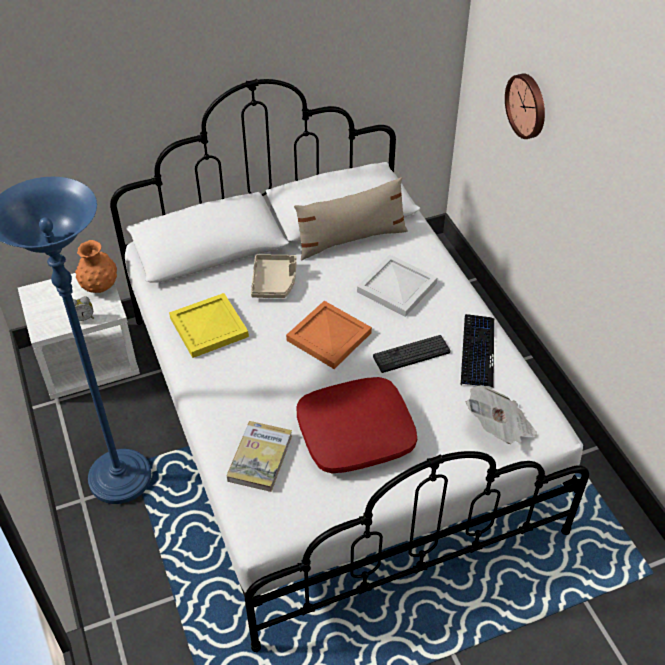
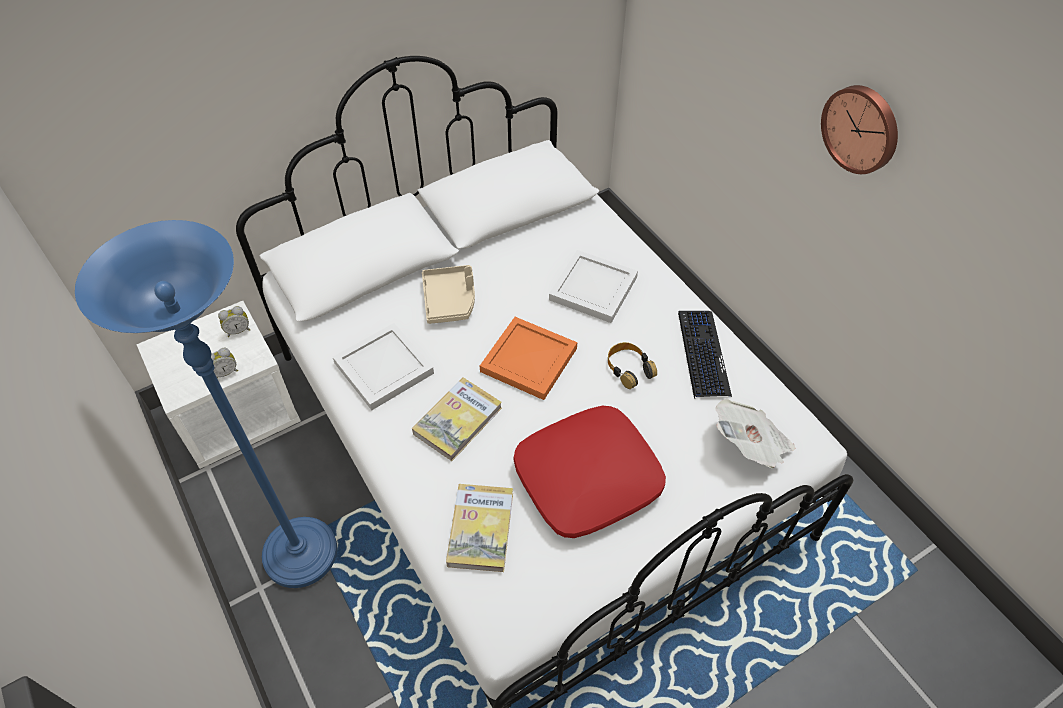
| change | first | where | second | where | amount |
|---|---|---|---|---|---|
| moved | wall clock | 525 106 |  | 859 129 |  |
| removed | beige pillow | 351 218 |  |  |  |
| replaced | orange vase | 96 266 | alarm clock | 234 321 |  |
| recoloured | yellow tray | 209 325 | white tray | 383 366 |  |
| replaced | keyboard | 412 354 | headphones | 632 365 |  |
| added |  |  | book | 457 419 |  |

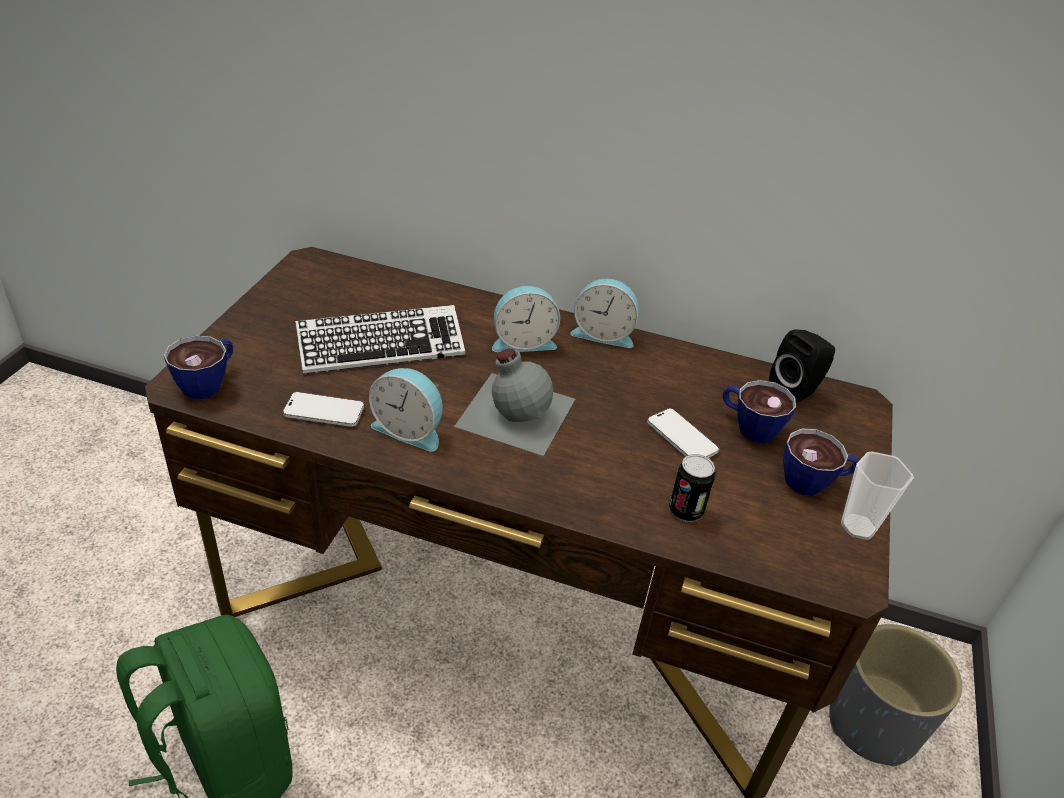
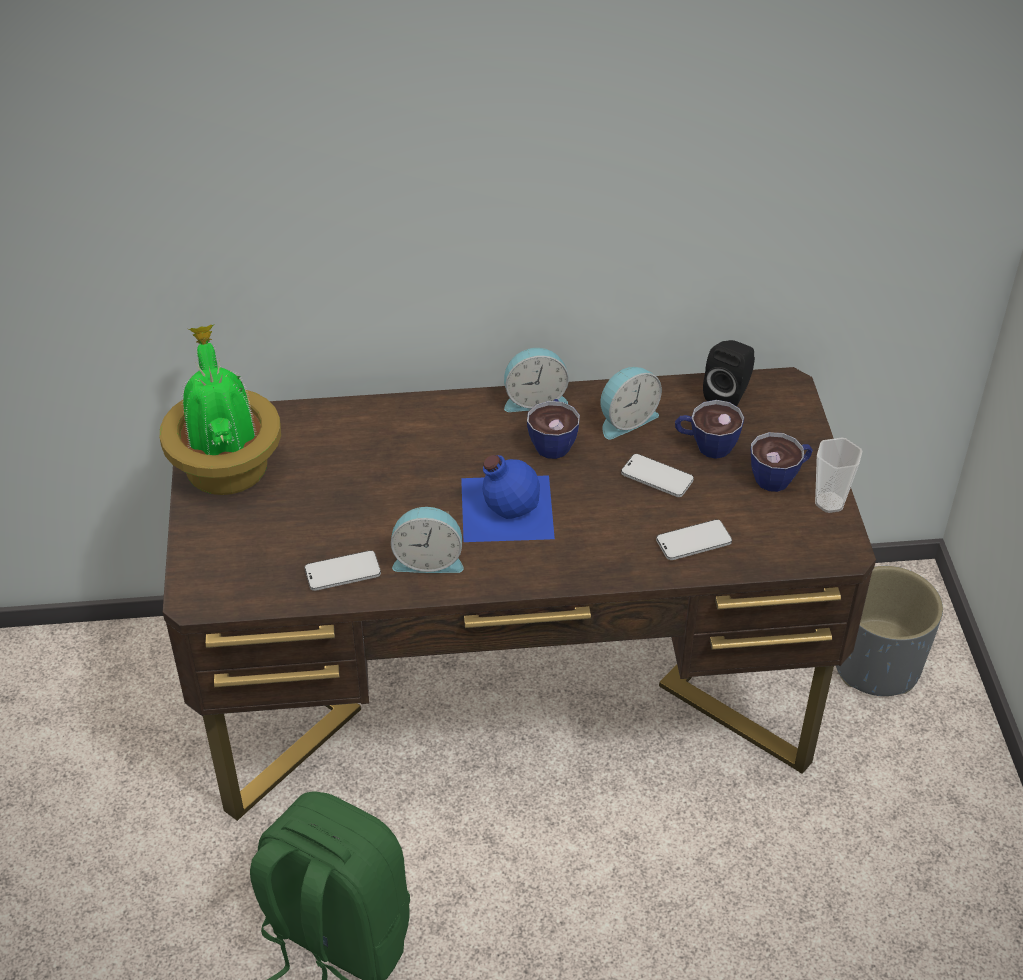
| change | first | where | second | where | amount |
|---|---|---|---|---|---|
| moved | alarm clock | 526 319 |  | 631 403 |  |
| removed | keyboard | 380 339 |  |  |  |
| moved | cup | 198 367 |  | 553 429 |  |
| recoloured | grey bottle | 514 402 | blue bottle | 508 498 |  |
| replaced | can | 692 488 | phone | 694 539 |  |
| added |  |  | potted plant | 220 410 |  |

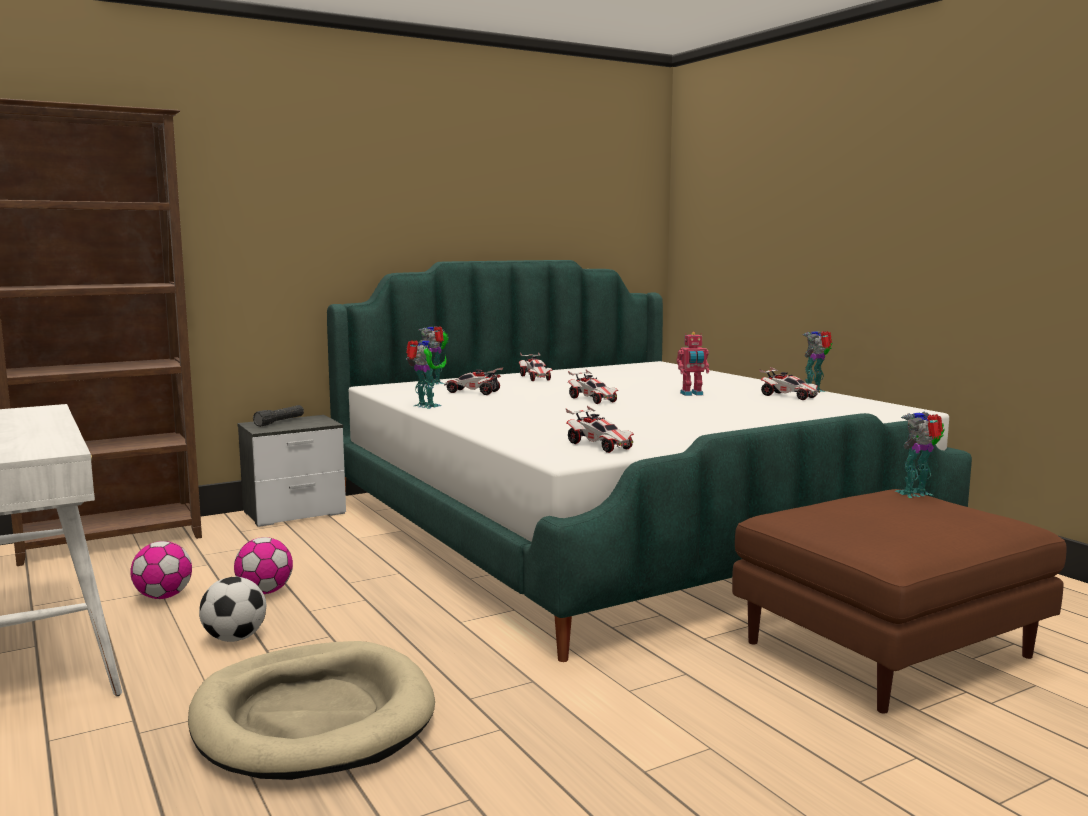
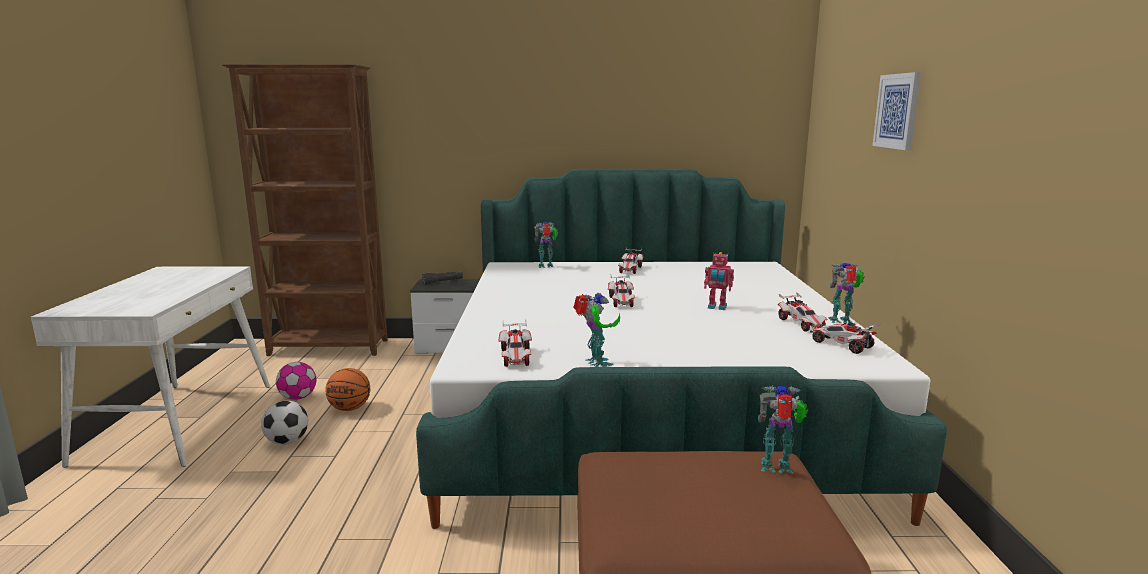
| change | first | where | second | where | amount |
|---|---|---|---|---|---|
| moved | toy robot | 426 374 |  | 596 330 |  |
| moved | toy car | 474 381 |  | 845 338 |  |
| replaced | football | 263 565 | basketball | 347 389 |  |
| removed | beige dog bed | 311 710 |  |  |  |
| added |  |  | picture | 896 111 |  |

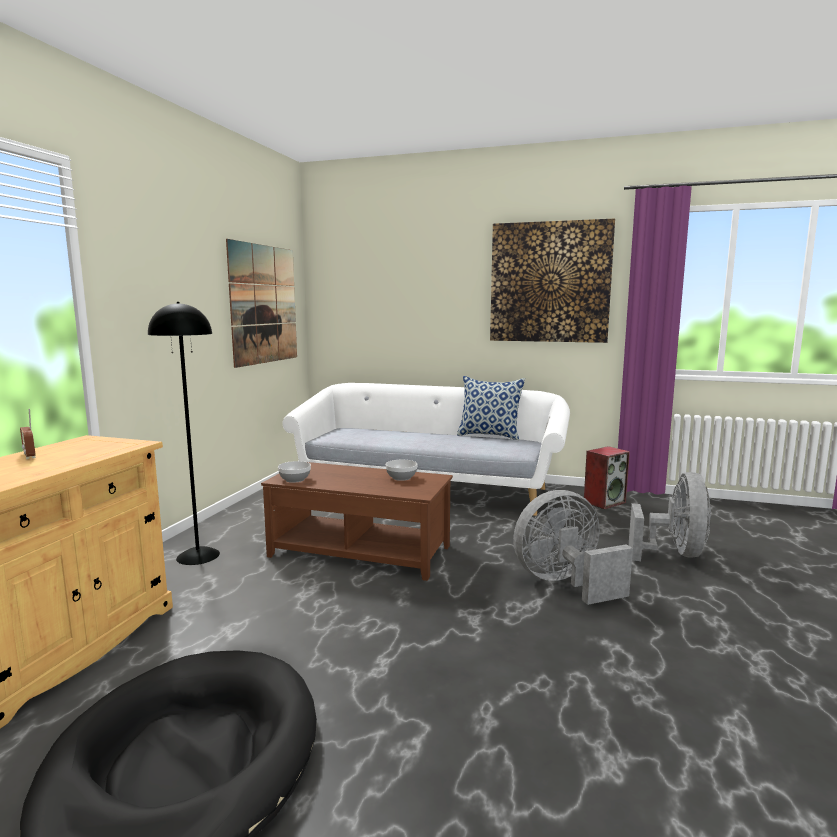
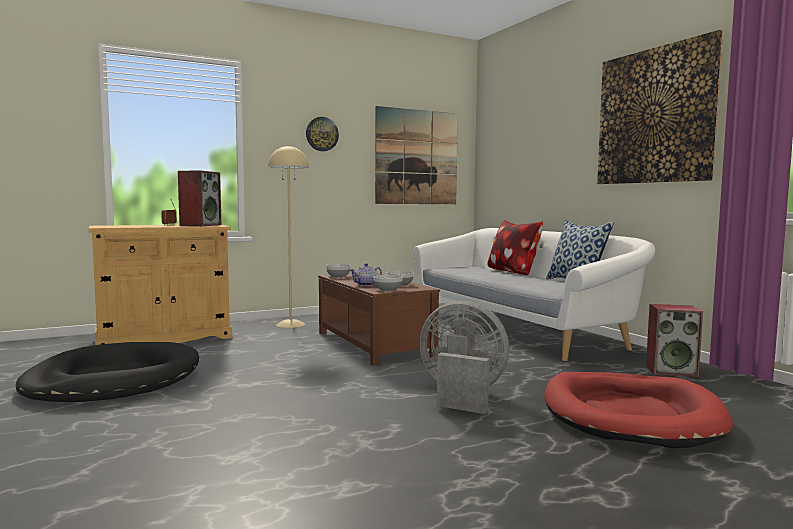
| change | first | where | second | where | amount |
|---|---|---|---|---|---|
| recoloured | black floor lamp | 184 433 | beige floor lamp | 288 236 |  |
| replaced | grey fan | 670 516 | red dog bed | 638 410 |  |
| added |  |  | wall clock | 322 134 |  |
| added |  |  | speaker | 200 198 |  |
| added |  |  | pillow | 515 247 |  |
| added |  |  | teapot | 366 274 |  |
| added |  |  | bowl | 388 283 |  |

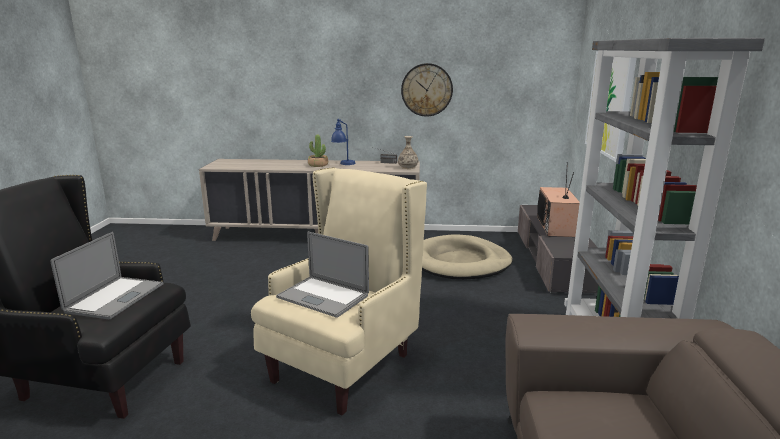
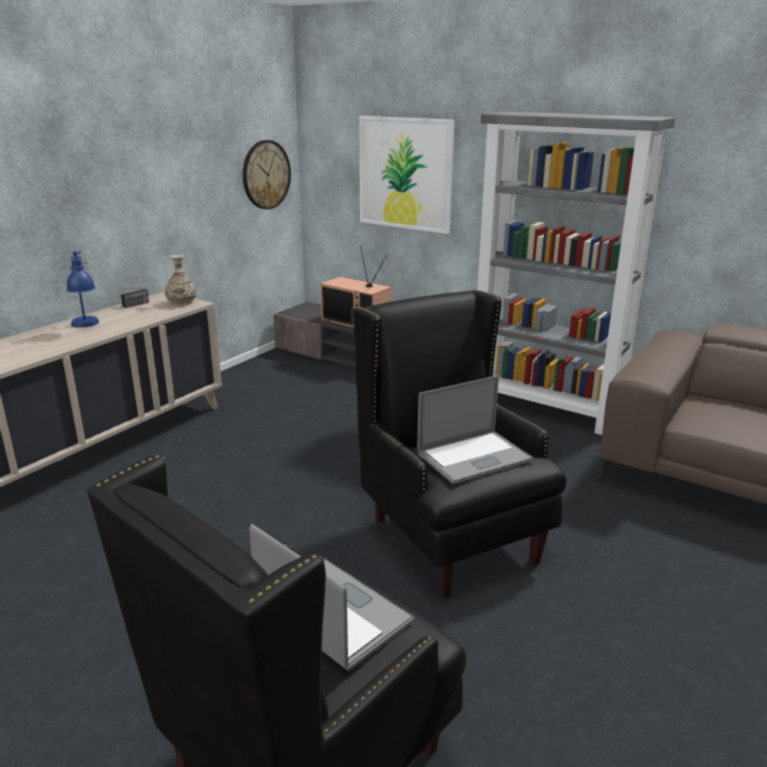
| change | first | where | second | where | amount |
|---|---|---|---|---|---|
| moved | wall clock | 427 90 |  | 267 174 |  |
| removed | potted plant | 318 150 |  |  |  |
| recoloured | beige armchair | 339 291 | black armchair | 459 444 |  |
| removed | beige dog bed | 467 257 |  |  |  |

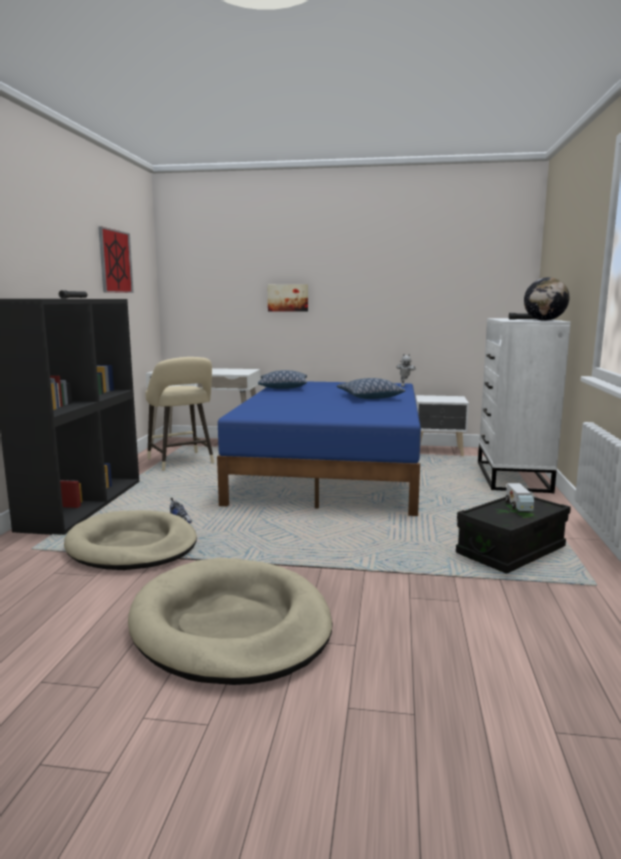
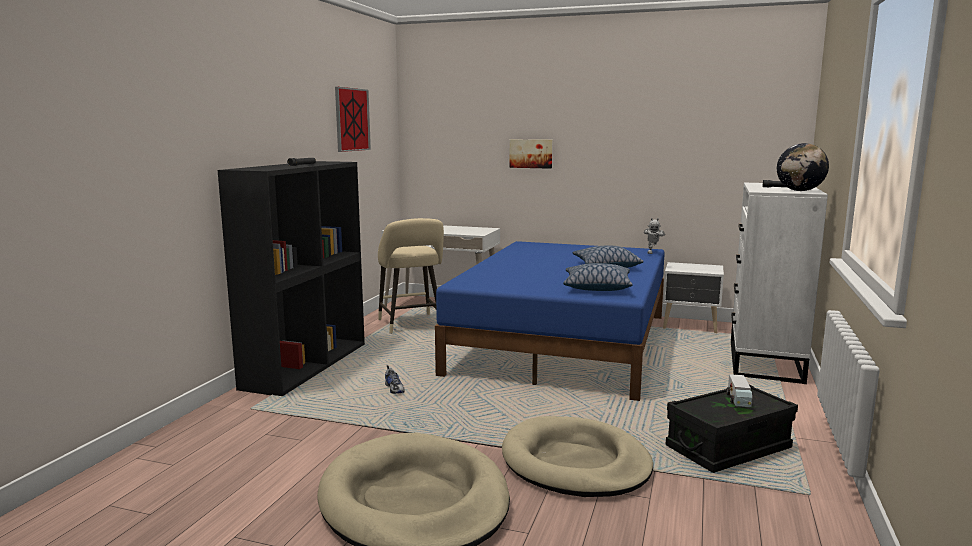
| change | first | where | second | where | amount |
|---|---|---|---|---|---|
| moved | pillow | 282 379 |  | 597 277 |  |
| moved | beige dog bed | 130 540 |  | 577 456 |  |

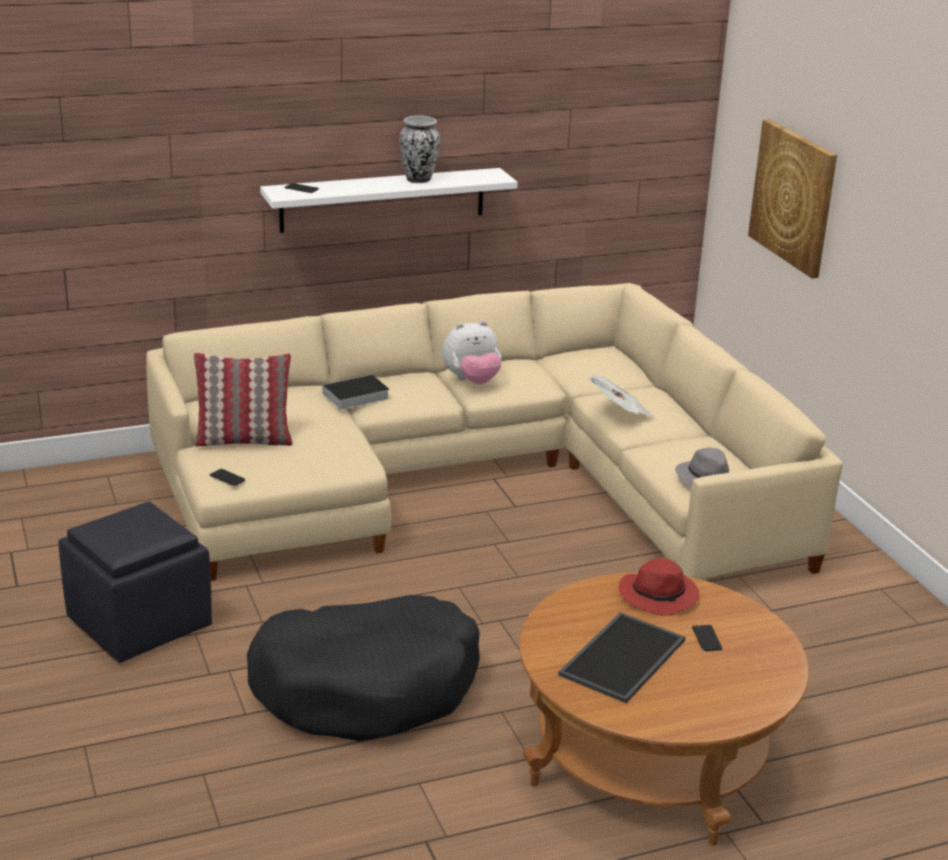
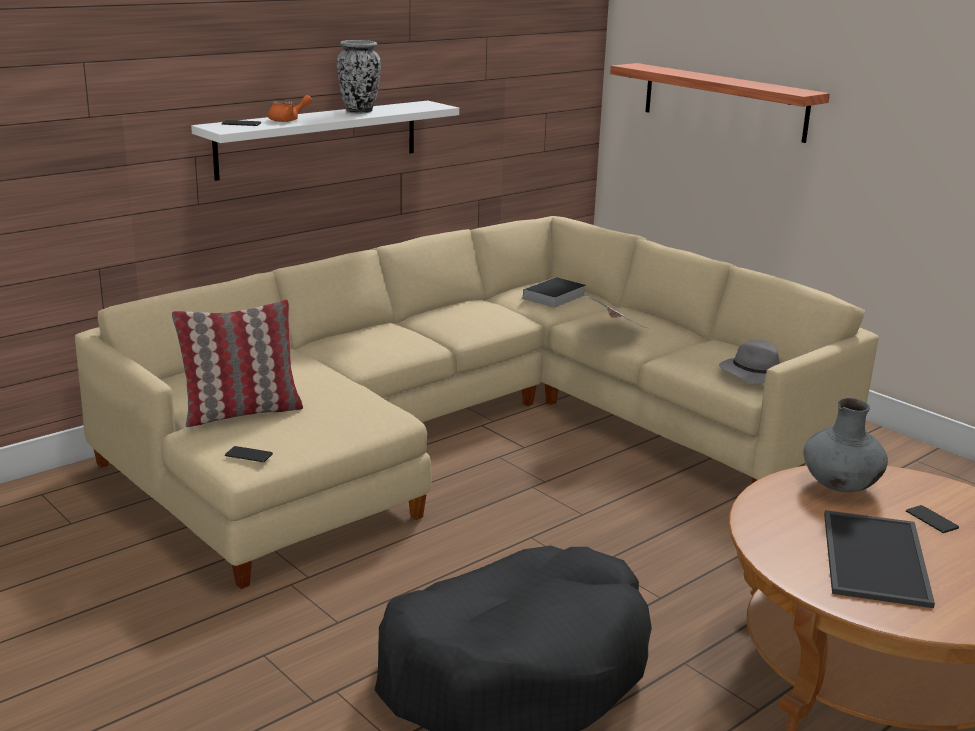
| change | first | where | second | where | amount |
|---|---|---|---|---|---|
| replaced | picture | 792 198 | shelf | 720 103 |  |
| removed | plush toy | 471 352 |  |  |  |
| moved | book | 352 392 |  | 552 292 |  |
| removed | black ottoman | 135 582 |  |  |  |
| replaced | red hat | 659 587 | grey vase | 845 445 |  |
| added |  |  | orange teapot | 290 108 |  |

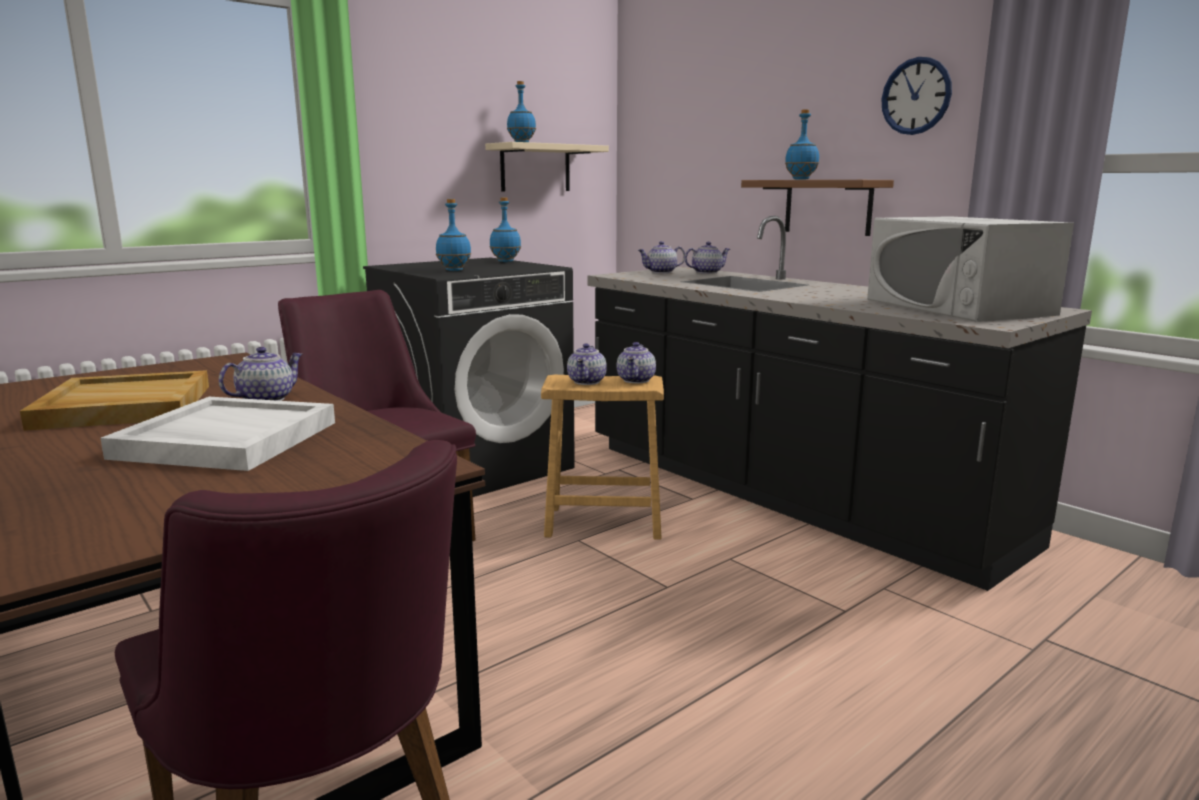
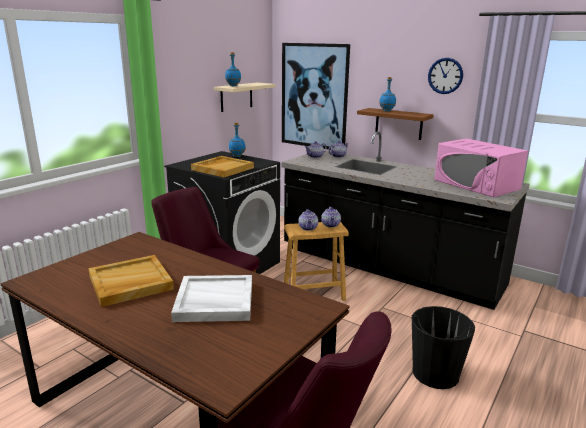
| change | first | where | second | where | amount |
|---|---|---|---|---|---|
| replaced | blue bottle | 453 235 | beige tray | 222 166 |  |
| recoloured | white microwave | 970 269 | pink microwave | 481 167 |  |
| removed | teapot | 261 374 |  |  |  |
| added |  |  | picture | 316 96 |  |
| added |  |  | black bucket | 443 347 |  |

